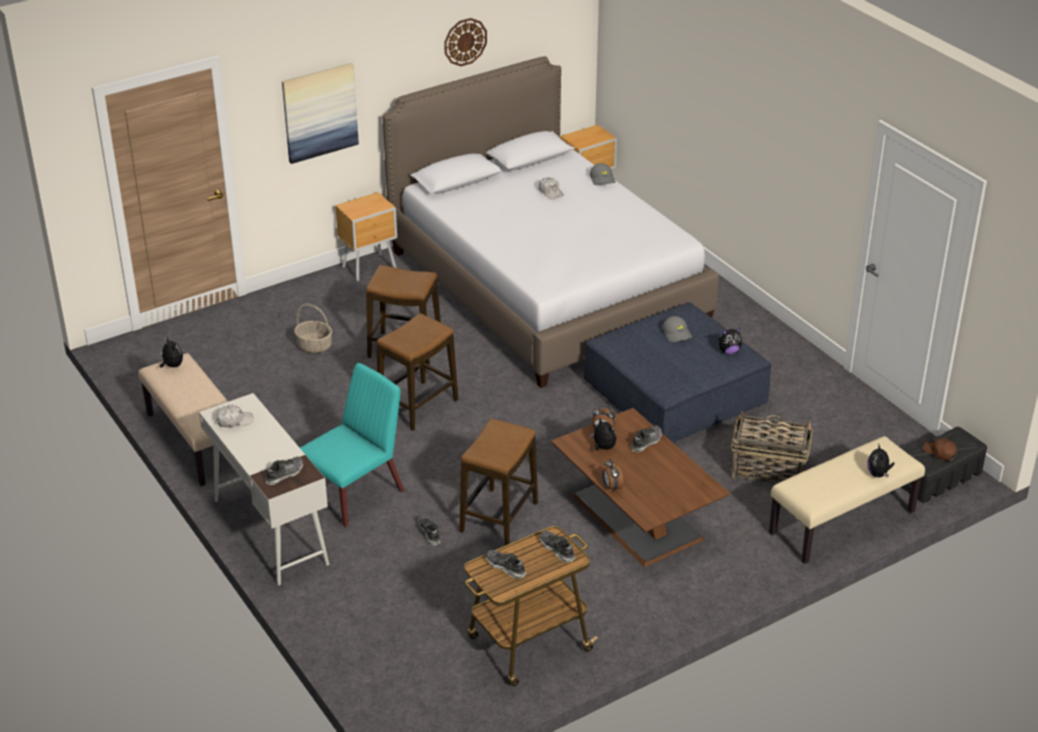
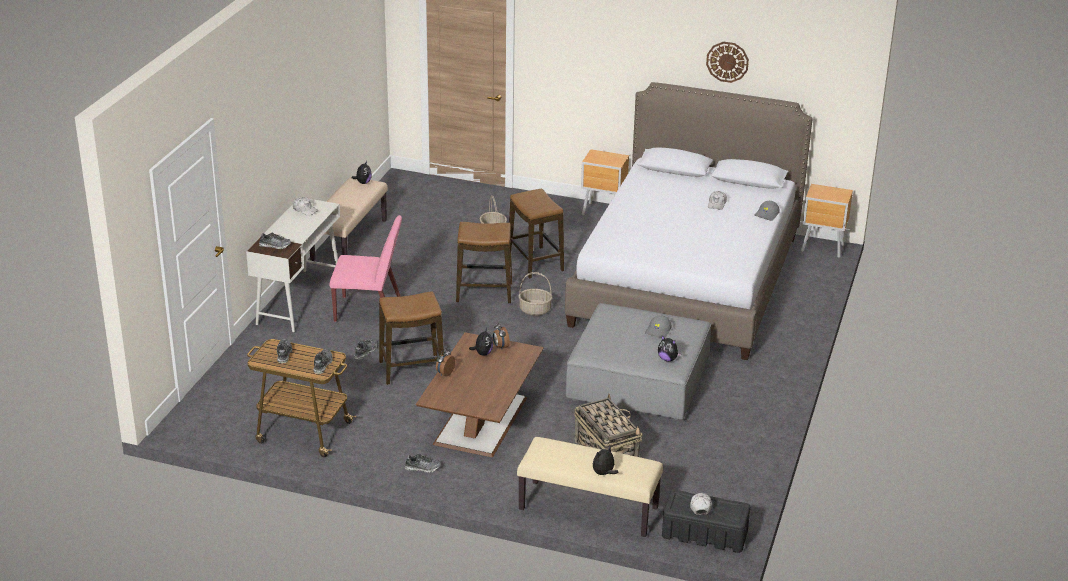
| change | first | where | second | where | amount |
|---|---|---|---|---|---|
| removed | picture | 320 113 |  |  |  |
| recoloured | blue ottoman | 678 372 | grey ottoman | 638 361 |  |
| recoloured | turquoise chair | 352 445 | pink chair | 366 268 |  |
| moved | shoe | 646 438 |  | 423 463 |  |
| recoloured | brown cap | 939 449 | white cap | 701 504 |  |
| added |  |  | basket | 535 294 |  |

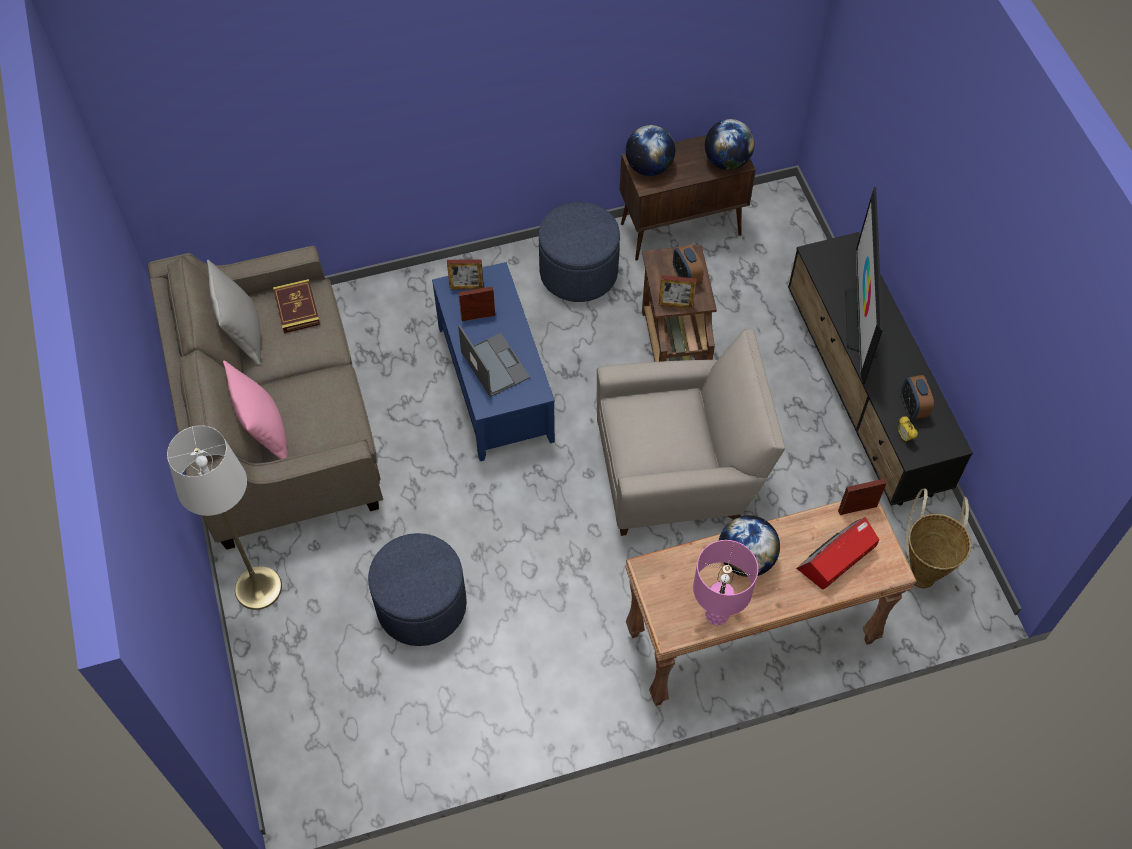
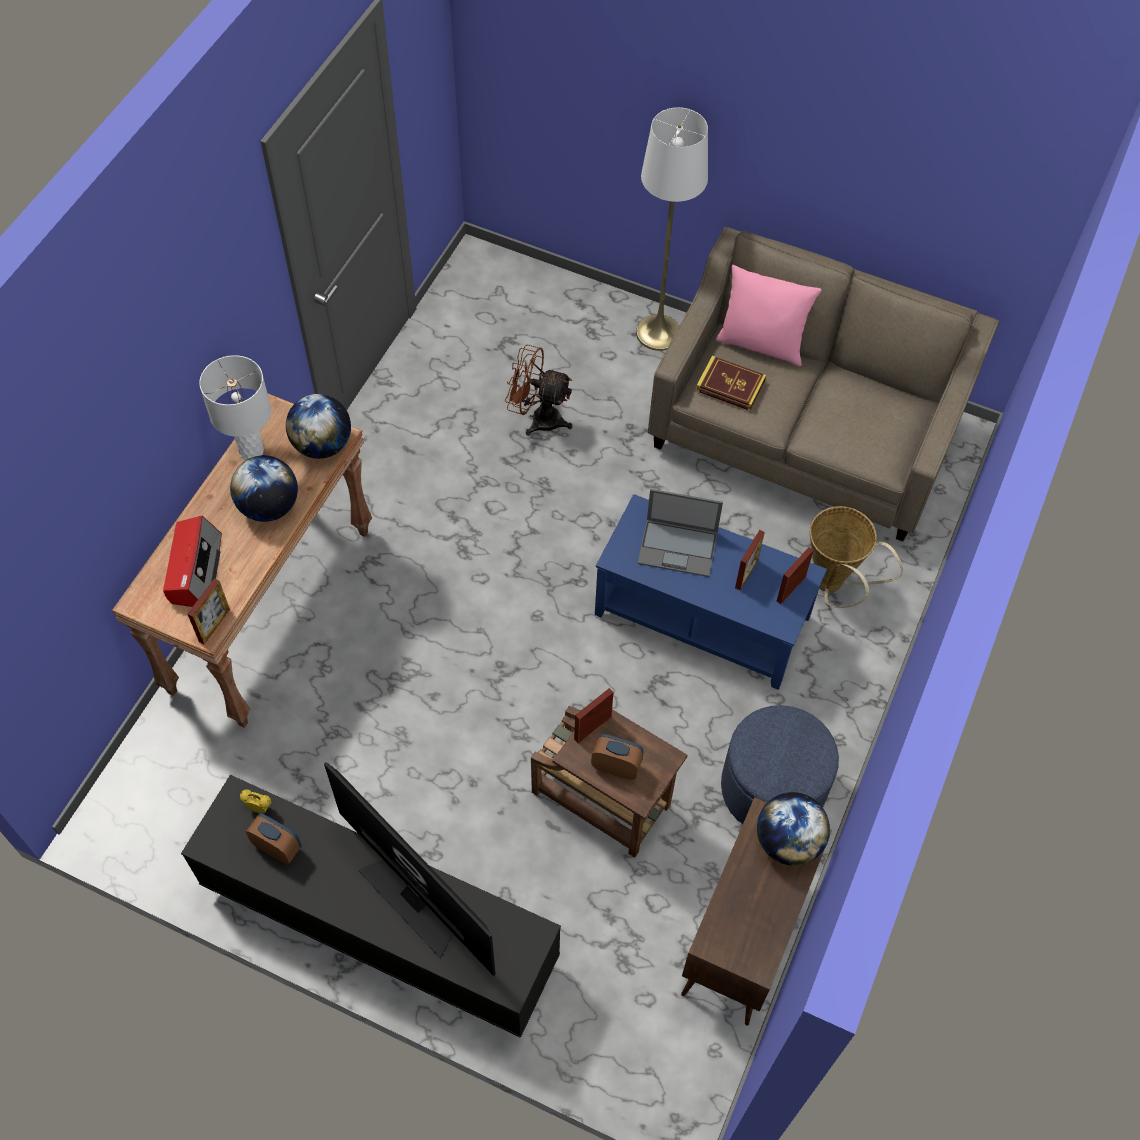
| change | first | where | second | where | amount |
|---|---|---|---|---|---|
| moved | globe | 730 144 |  | 318 426 |  |
| removed | grey pillow | 234 312 |  |  |  |
| moved | book | 296 306 |  | 731 383 |  |
| removed | beige armchair | 691 432 |  |  |  |
| moved | basket | 938 538 |  | 856 557 |  |
| replaced | blue ottoman | 417 589 | brown fan | 538 390 |  |
| recoloured | pink table lamp | 725 582 | white table lamp | 235 407 |  |

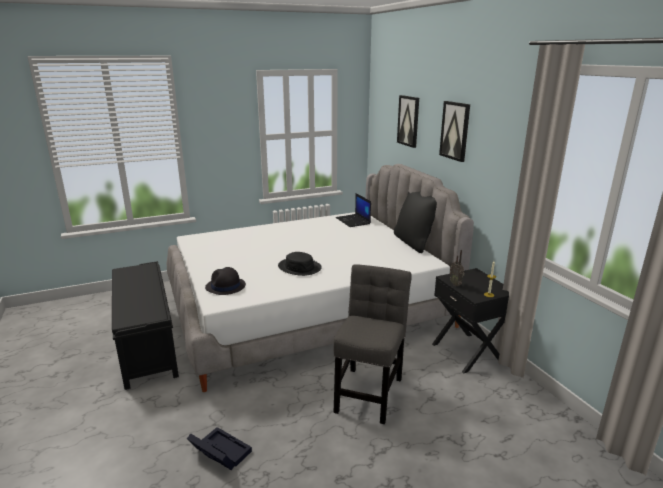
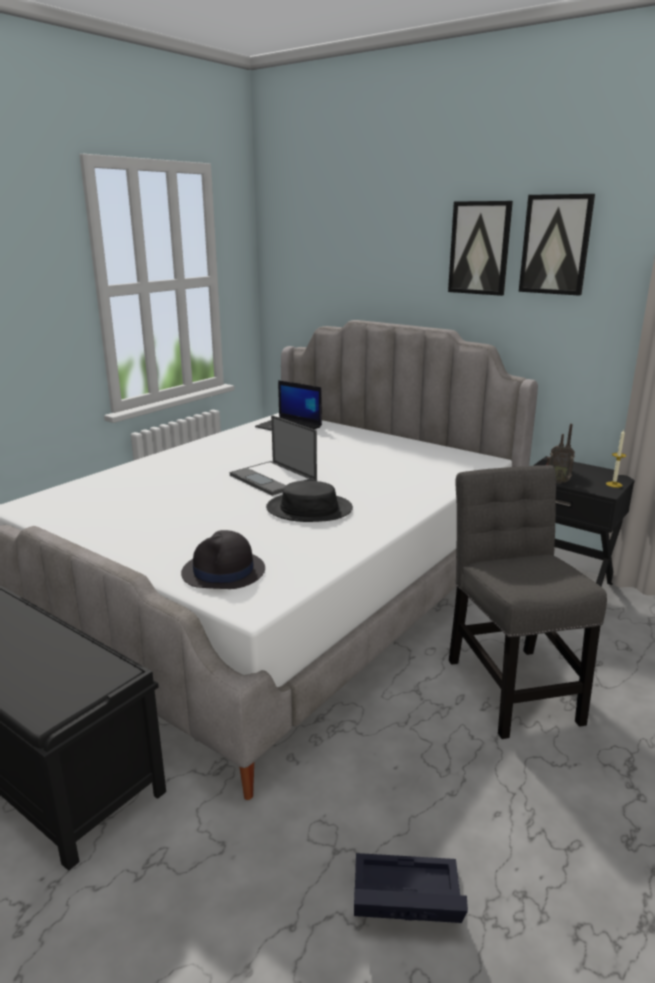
| change | first | where | second | where | amount |
|---|---|---|---|---|---|
| moved | picture | 408 121 |  | 557 245 |  |
| removed | black pillow | 415 222 |  |  |  |
| added |  |  | laptop | 273 455 |  |

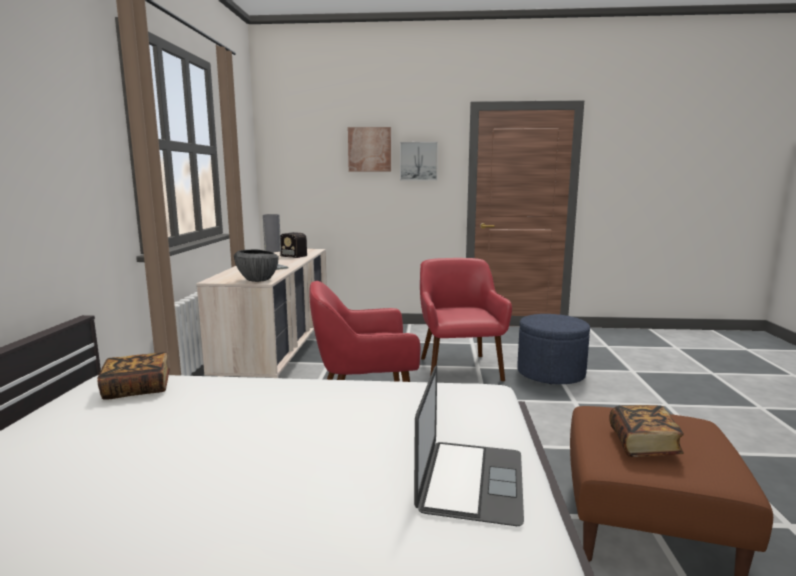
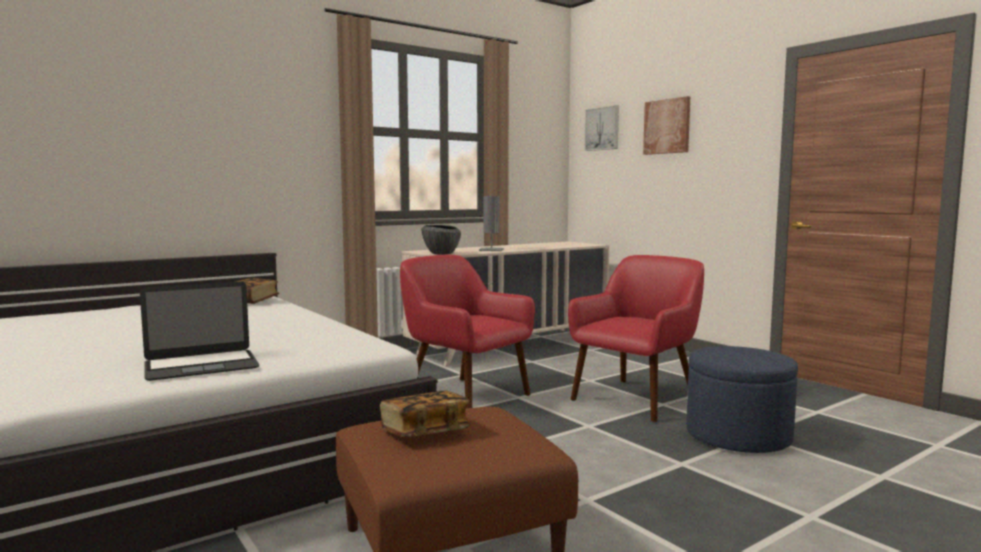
| change | first | where | second | where | amount |
|---|---|---|---|---|---|
| moved | picture | 419 161 |  | 602 128 |  |
| removed | radio | 292 245 |  |  |  |

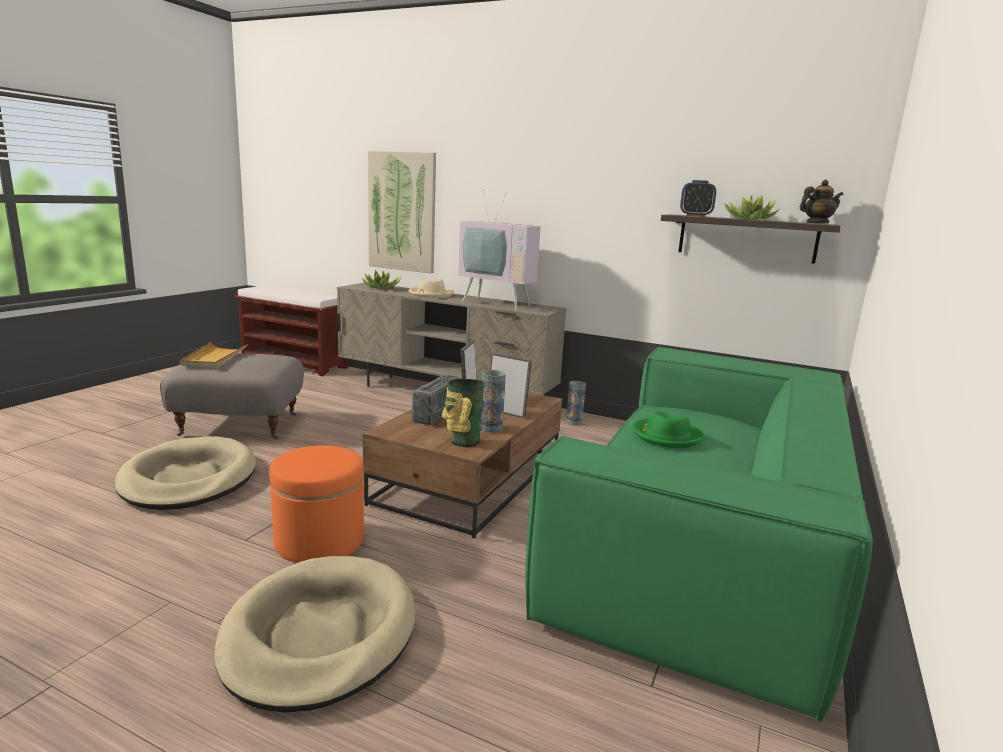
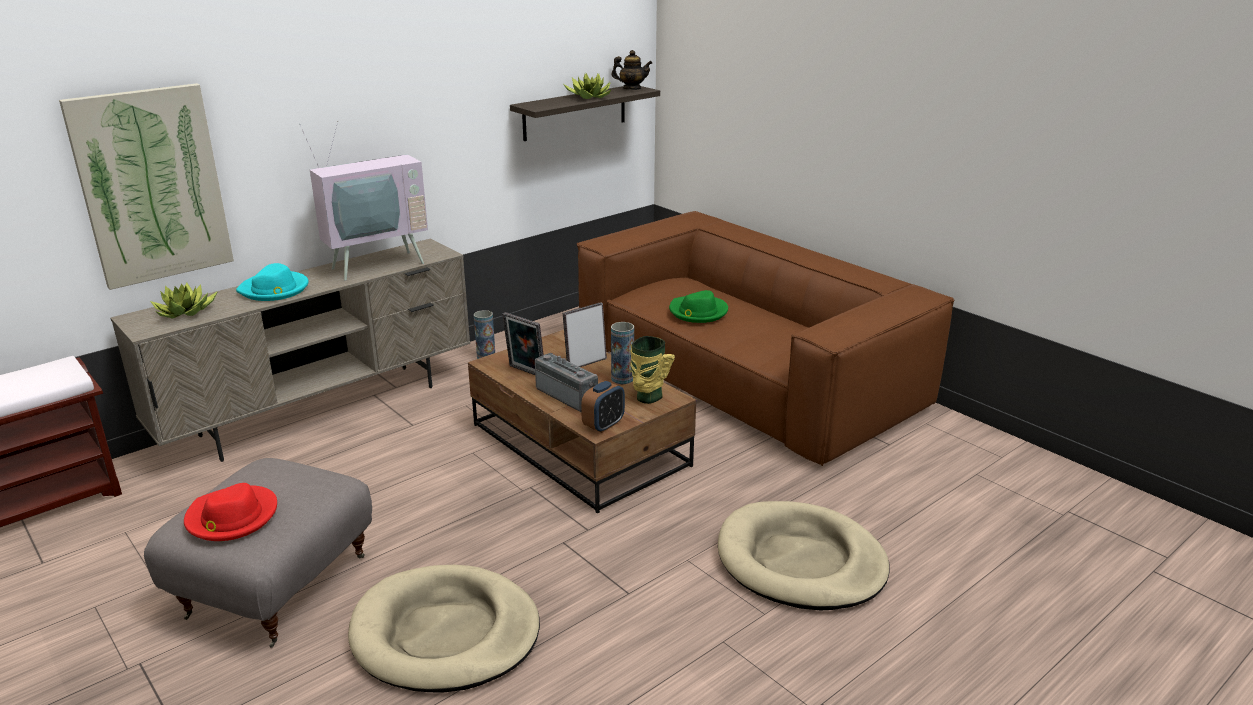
| change | first | where | second | where | amount |
|---|---|---|---|---|---|
| moved | alarm clock | 698 198 |  | 603 407 |  |
| turned | teapot | 821 201 |  | 631 70 | 90 degrees clockwise |
| recoloured | beige hat | 431 288 | turquoise hat | 272 282 |  |
| replaced | beige tray | 214 354 | red hat | 230 512 |  |
| recoloured | green sofa | 698 534 | brown sofa | 766 338 |  |
| removed | orange ottoman | 316 504 |  |  |  |

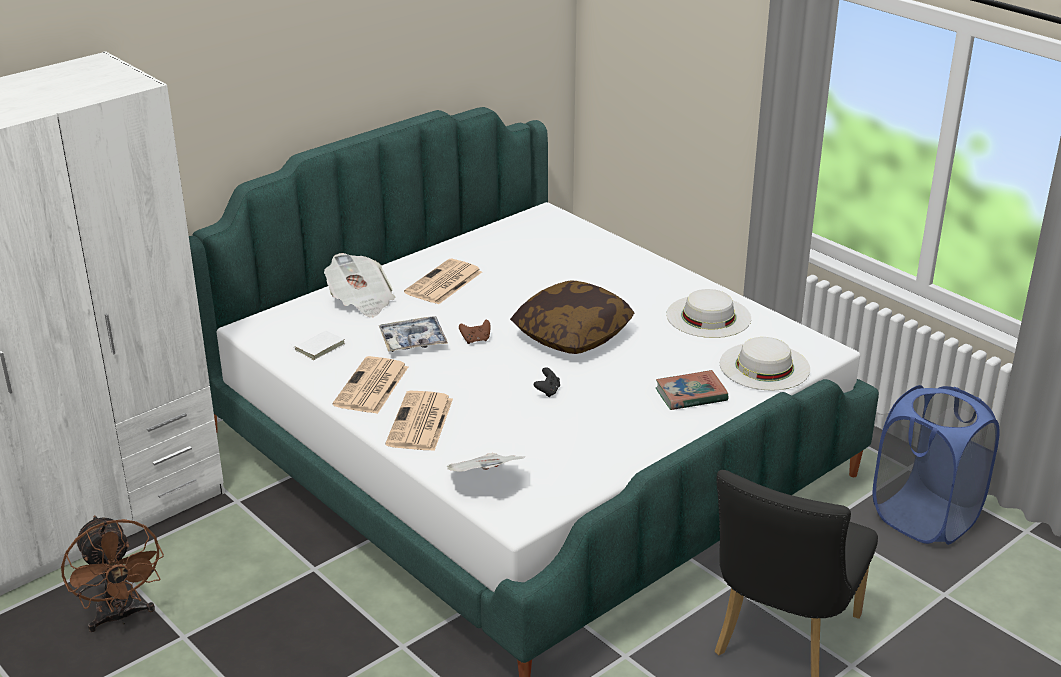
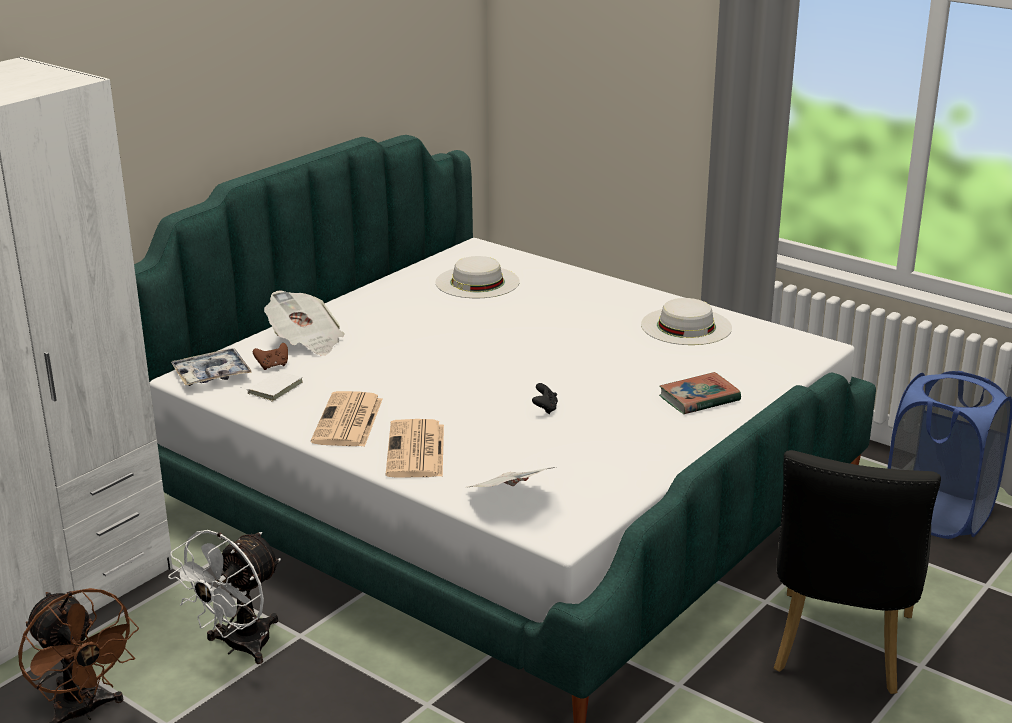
| change | first | where | second | where | amount |
|---|---|---|---|---|---|
| removed | newspaper | 443 282 |  |  |  |
| removed | pillow | 572 317 |  |  |  |
| moved | tray | 413 334 |  | 211 367 |  |
| moved | brown game controller | 474 332 |  | 270 356 |  |
| moved | white hat | 765 364 |  | 477 277 |  |
| added |  |  | white fan | 224 597 |  |

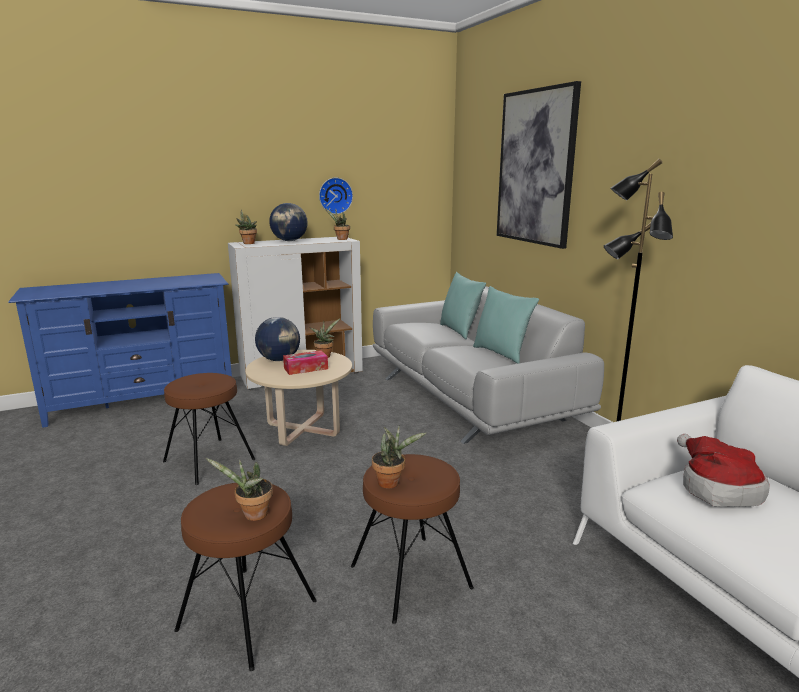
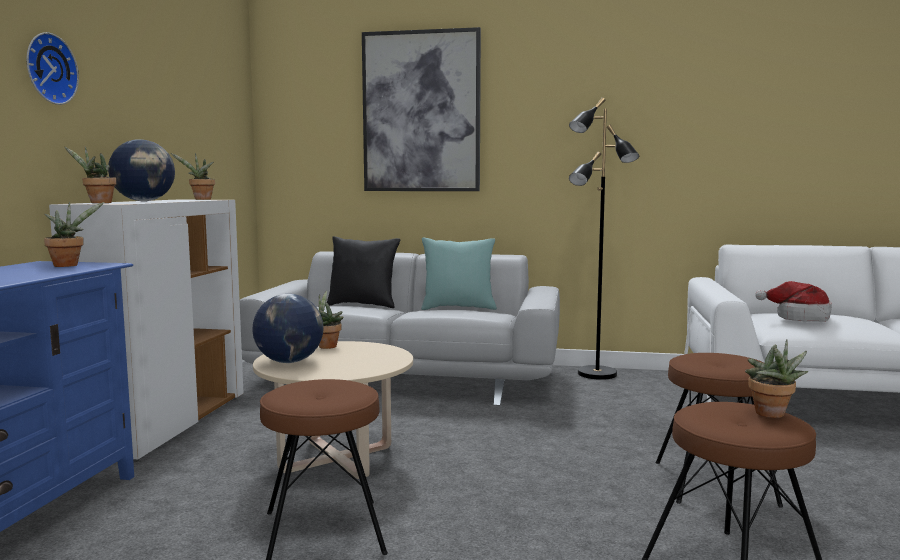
| change | first | where | second | where | amount |
|---|---|---|---|---|---|
| moved | wall clock | 336 195 |  | 52 68 |  |
| recoloured | turquoise pillow | 463 305 | black pillow | 363 272 |  |
| removed | tissue box | 305 362 |  |  |  |
| moved | potted plant | 399 457 |  | 74 234 |  |

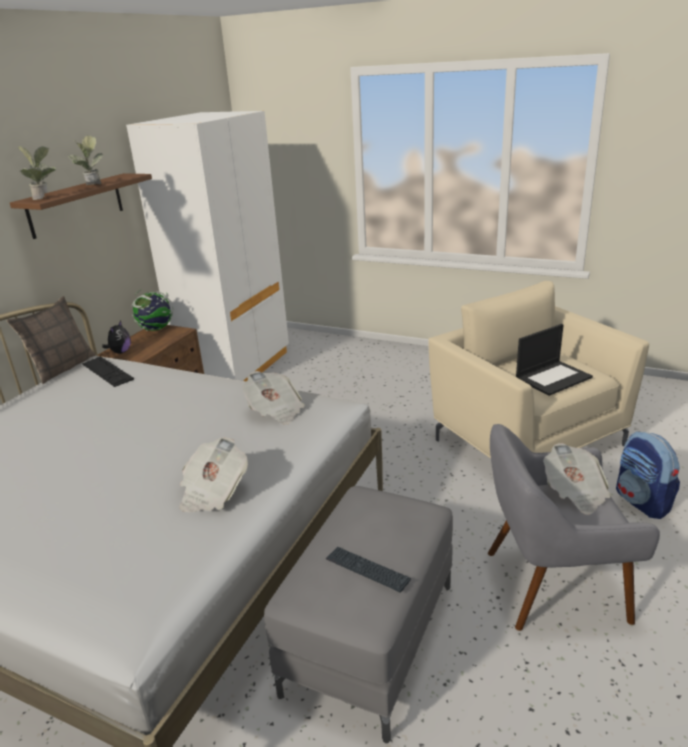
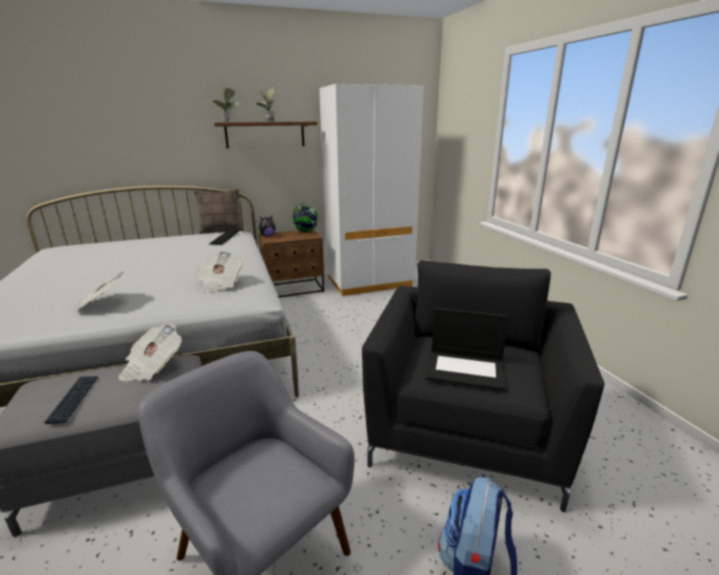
| change | first | where | second | where | amount |
|---|---|---|---|---|---|
| recoloured | beige armchair | 538 370 | black armchair | 483 386 |  |
| moved | newspaper | 577 479 |  | 150 352 |  |

